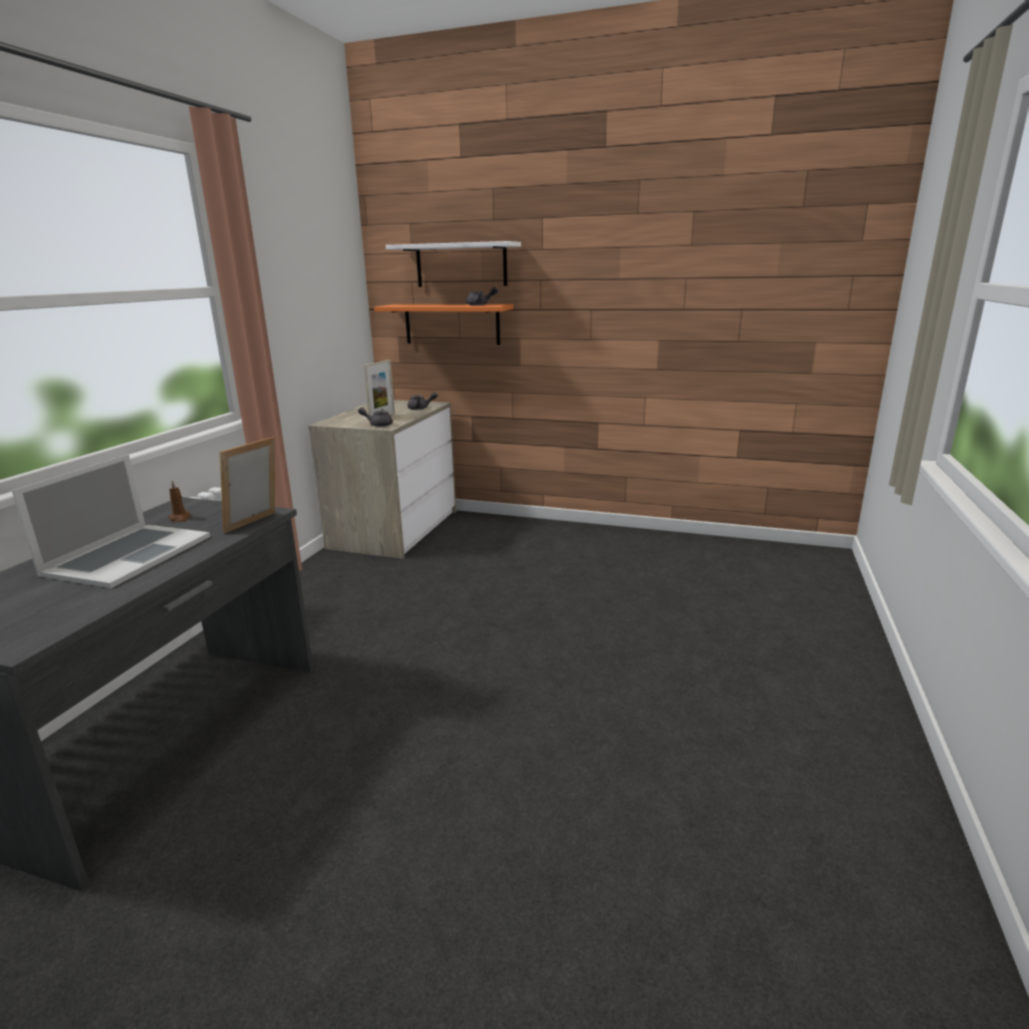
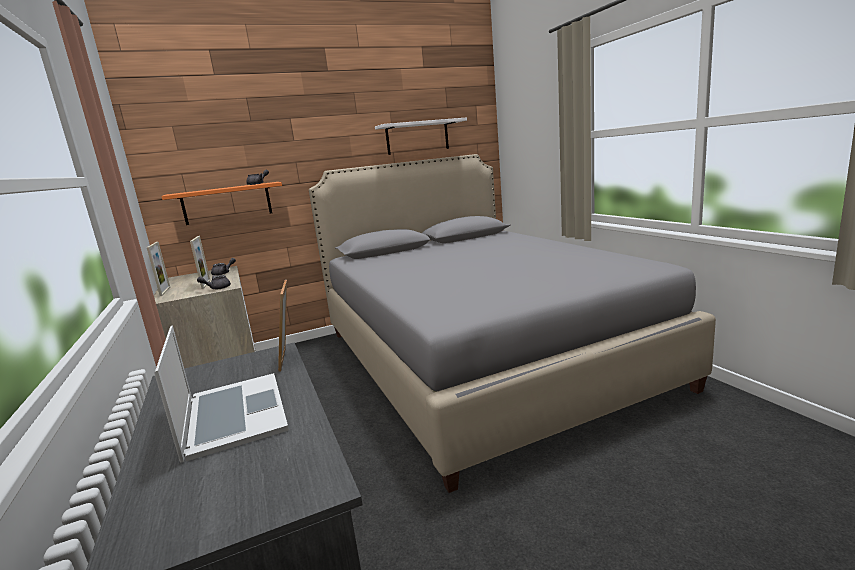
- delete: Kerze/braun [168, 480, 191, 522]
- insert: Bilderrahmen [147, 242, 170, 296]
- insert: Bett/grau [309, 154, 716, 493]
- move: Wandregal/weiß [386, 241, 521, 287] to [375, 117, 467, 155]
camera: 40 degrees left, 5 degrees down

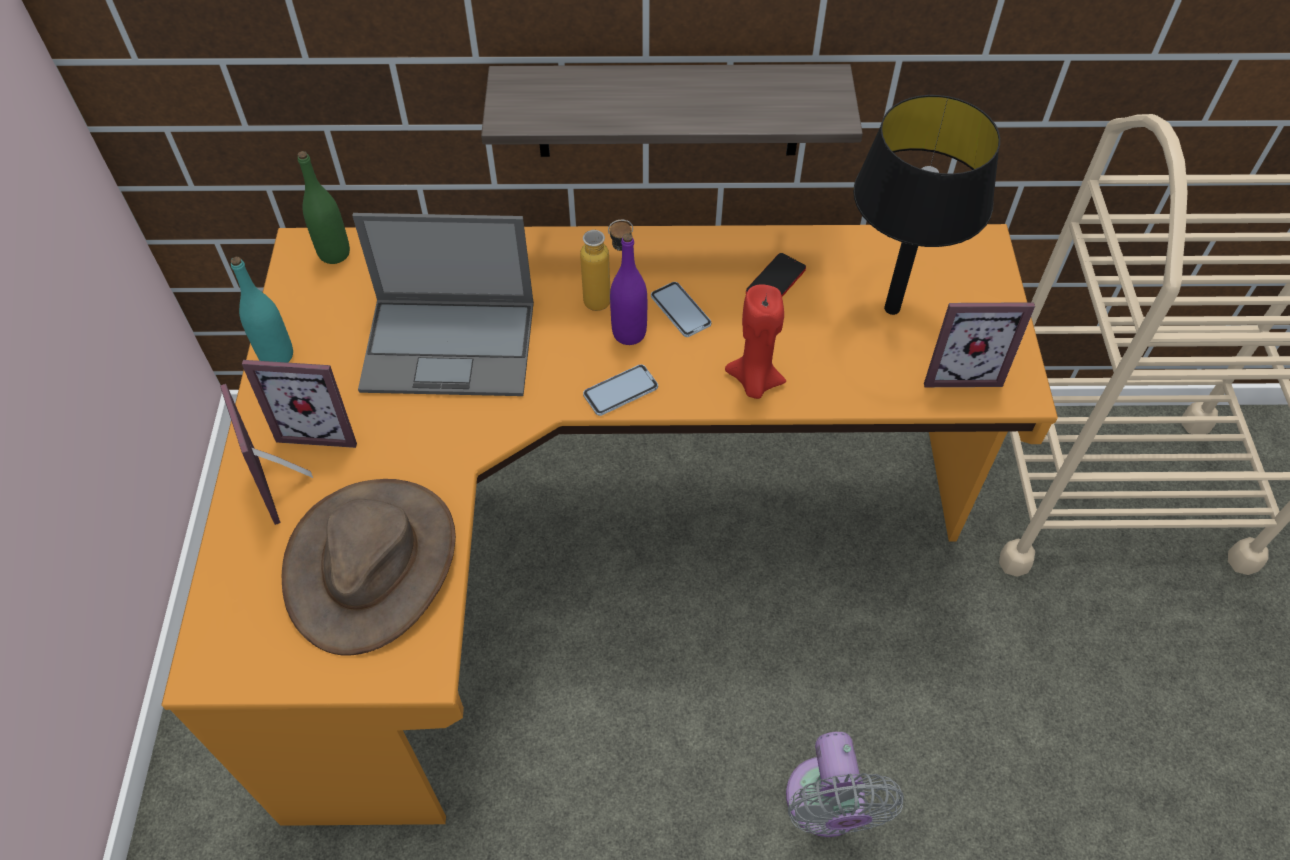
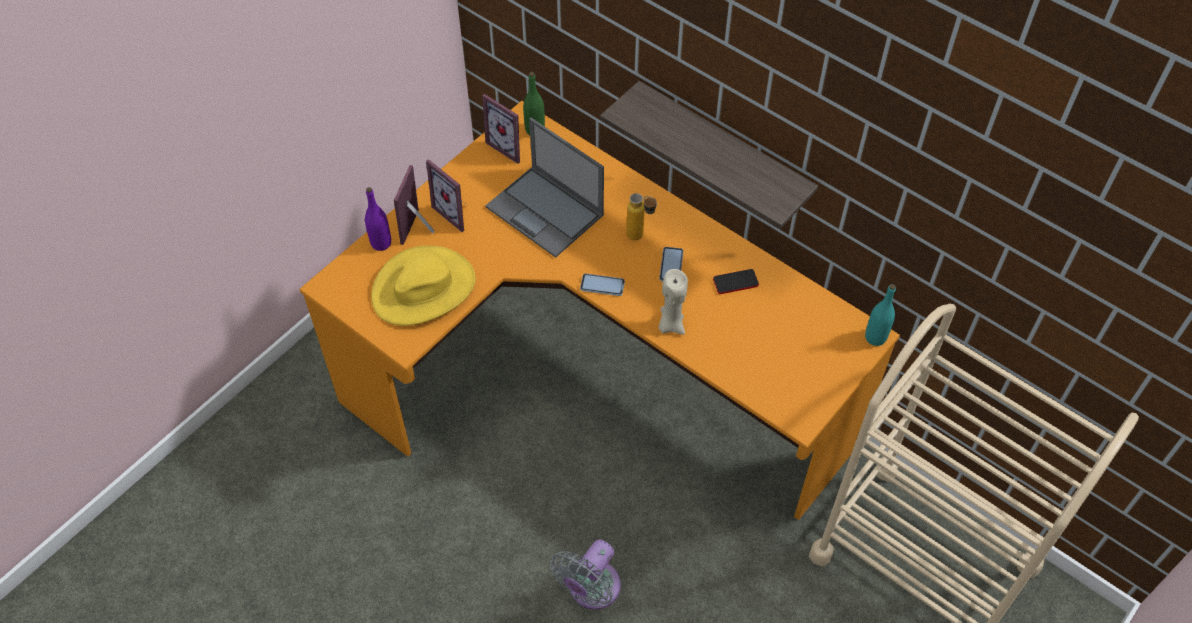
- delete: Tischlampe/schwarz [853, 95, 1000, 315]
- move: Flasche/türkis [231, 257, 293, 363] to [865, 284, 896, 346]
- move: Flasche/lila [610, 233, 647, 345] to [365, 187, 391, 251]
- move: Bilderrahmen [924, 302, 1035, 387] to [482, 94, 520, 164]
- recolor: Hut/braun [282, 479, 456, 656] to Hut/gelb [371, 245, 476, 326]
- recolor: Kerze/rot [725, 284, 786, 399] to Kerze/beige [659, 269, 688, 335]
camera: 40 degrees right, 0 degrees up

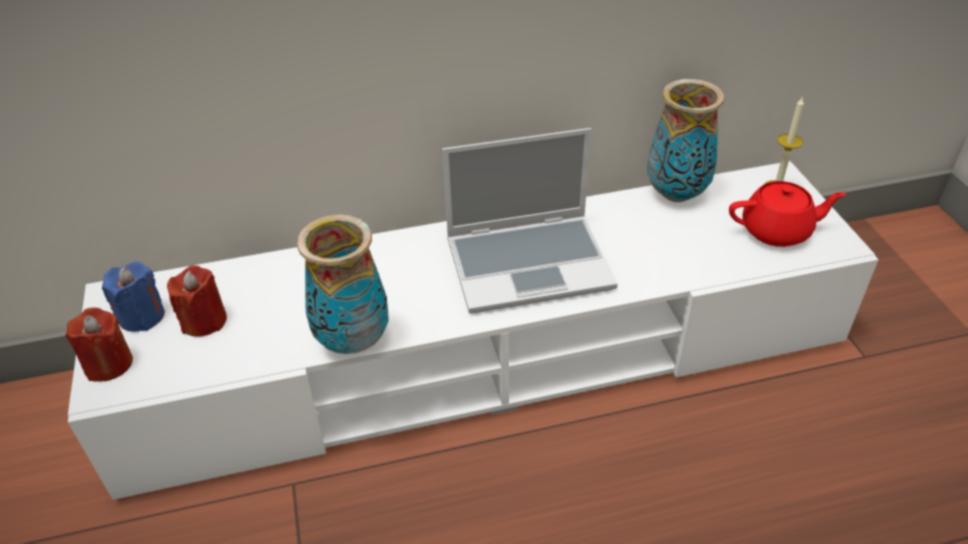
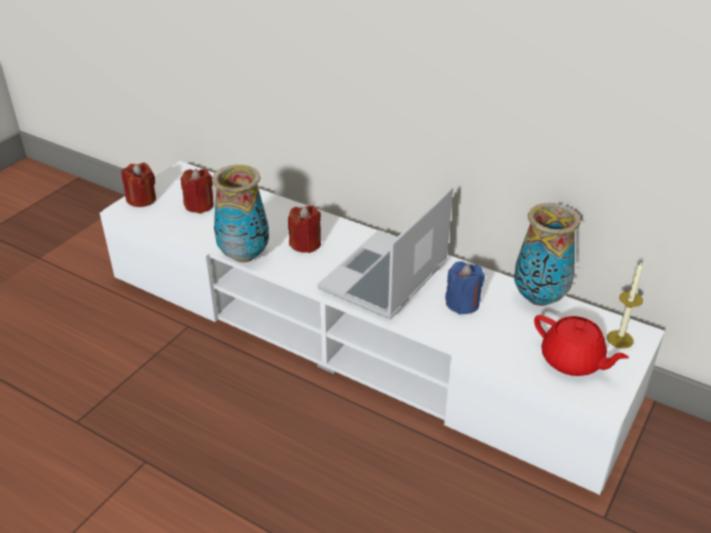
- insert: Kerze/rot [288, 205, 321, 253]
- move: Kerze/blau [102, 261, 165, 332] to [445, 261, 485, 314]
- rotate: Laptop [442, 128, 618, 313] = [317, 186, 453, 320] 90 degrees clockwise
camera: 45 degrees right, 5 degrees down

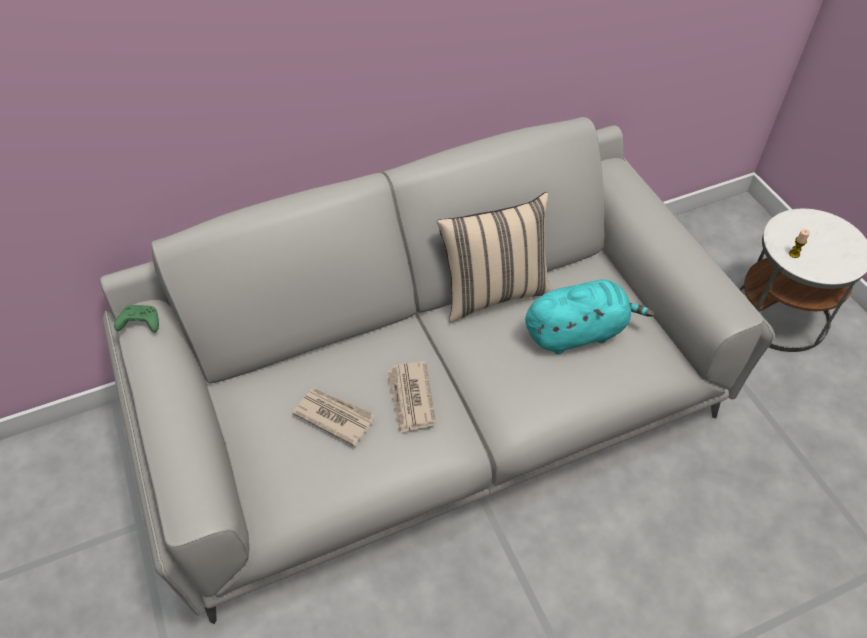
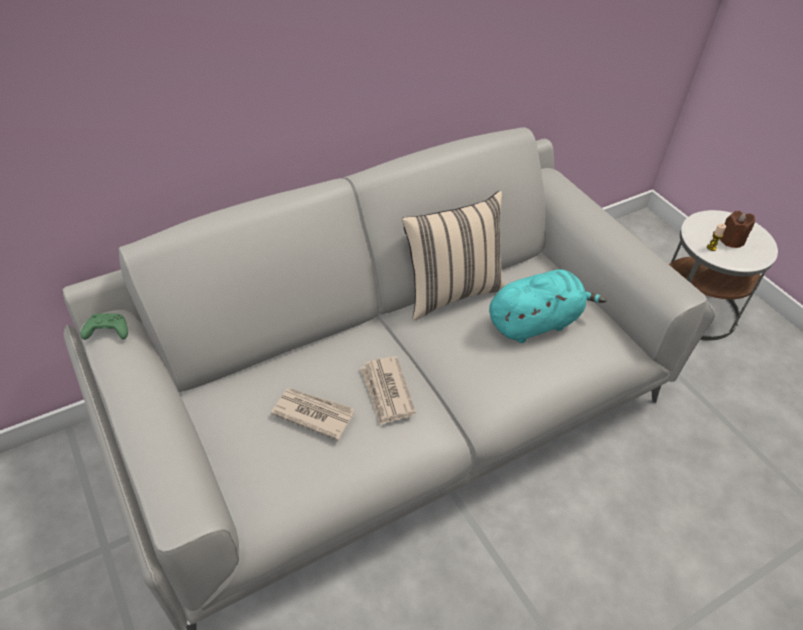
- insert: Kerze/braun [720, 211, 755, 248]
camera: 10 degrees left, 5 degrees down

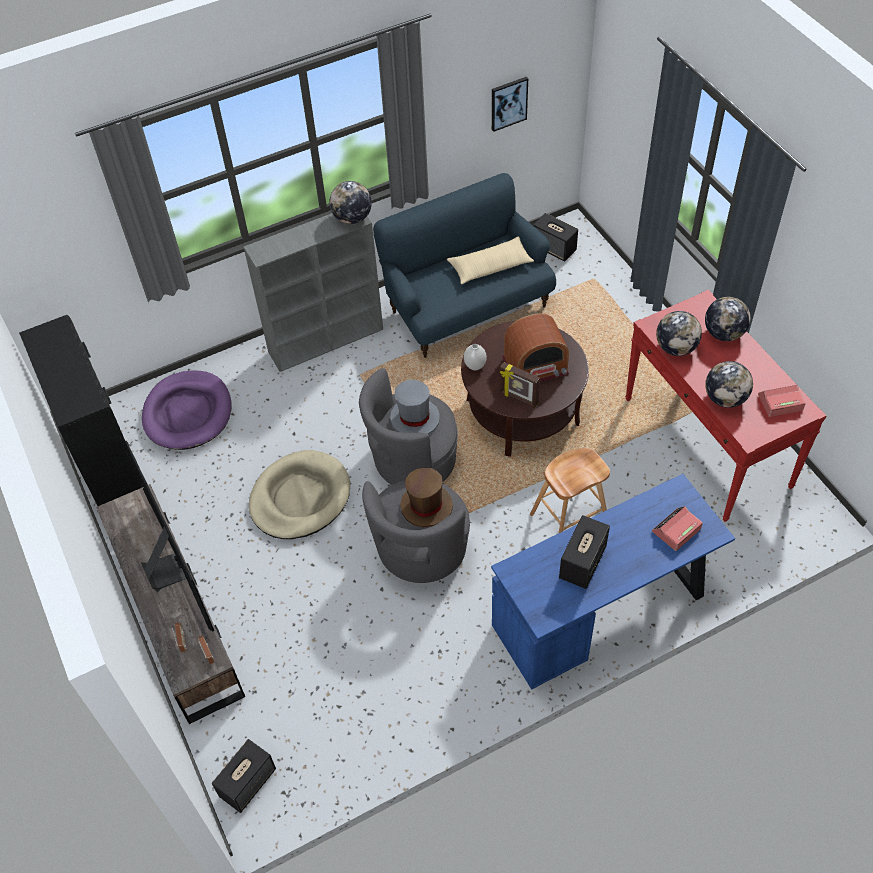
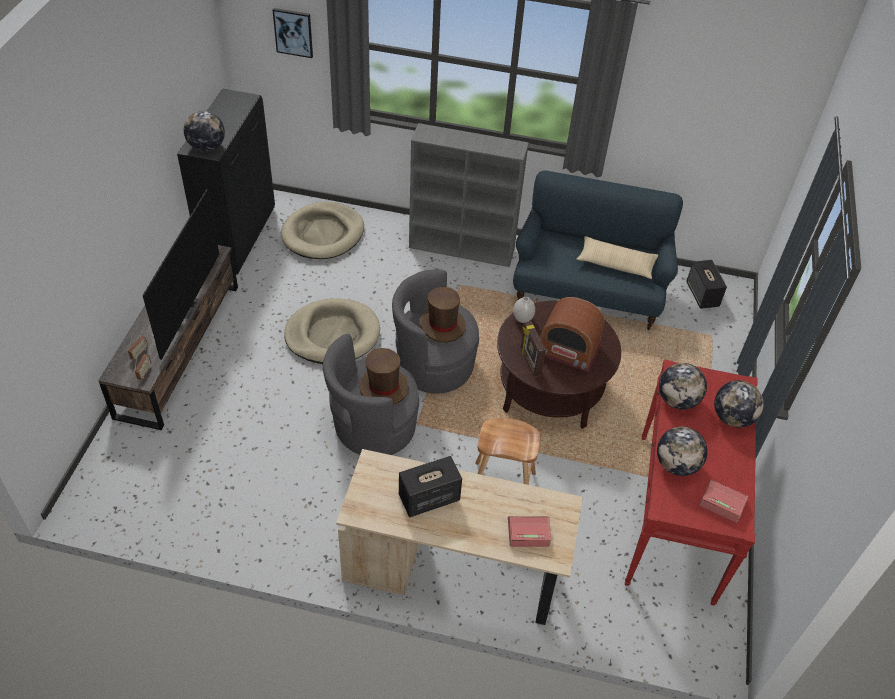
- delete: Lautsprecher [212, 739, 276, 813]
- move: Globus [329, 181, 372, 224] to [184, 111, 225, 152]
- move: Bild [492, 77, 528, 132] to [273, 8, 313, 58]
- recolor: Hundebett/lila [142, 371, 232, 450] to Hundebett/beige [281, 202, 364, 259]
- recolor: Hut/grau [390, 380, 440, 435] to Hut/braun [420, 287, 466, 343]
- recolor: Schreibtisch/blau [491, 474, 735, 690] to Schreibtisch/beige [336, 449, 583, 625]
camera: 35 degrees right, 5 degrees down

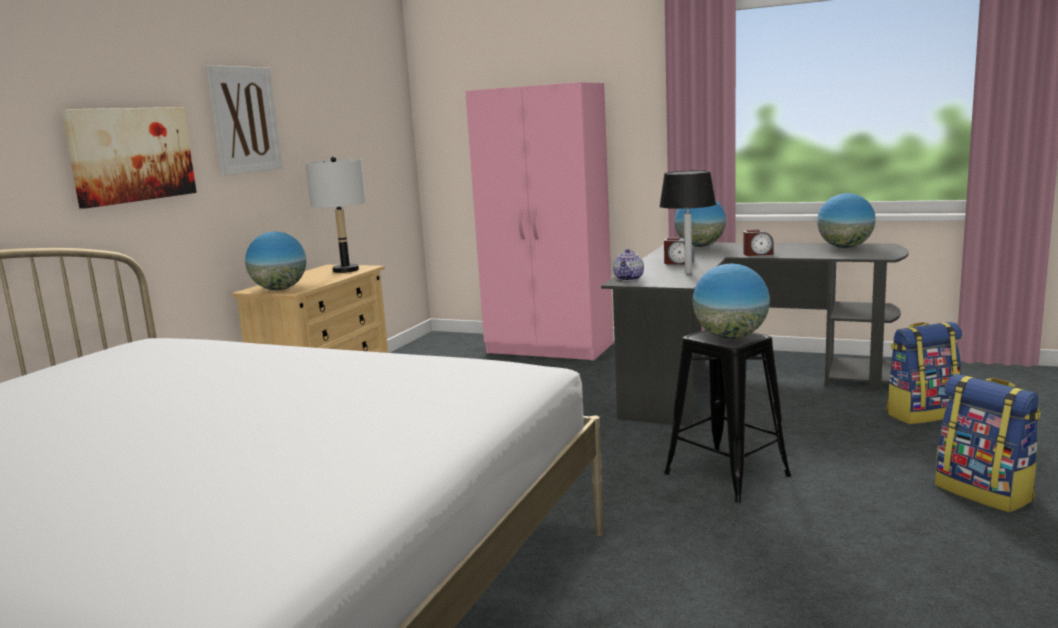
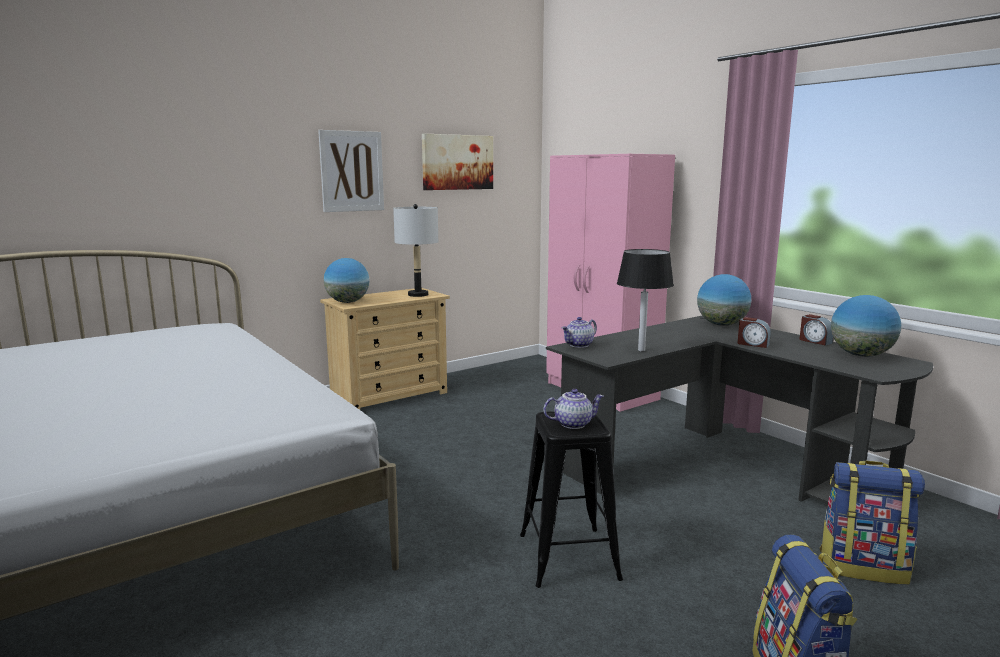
- move: Bild [61, 107, 197, 209] to [422, 134, 493, 190]
- move: Wecker [664, 237, 694, 264] to [800, 314, 833, 345]
- replace: Globus [693, 264, 770, 339] to Teekanne [543, 389, 604, 429]
camera: 30 degrees right, 0 degrees up

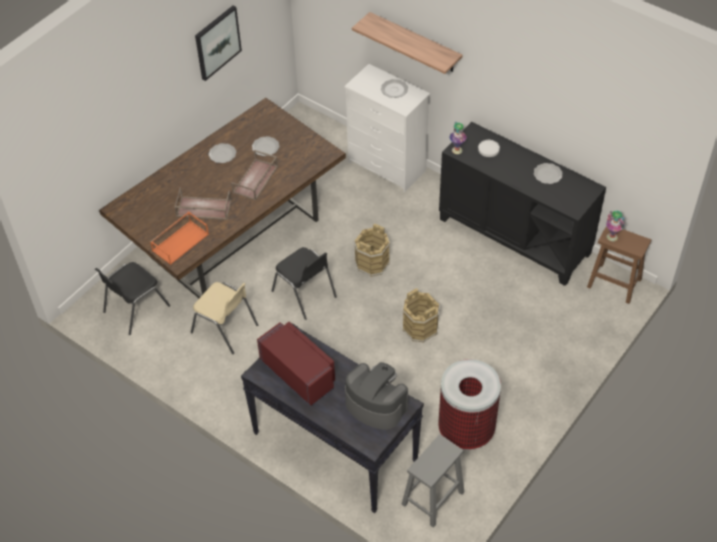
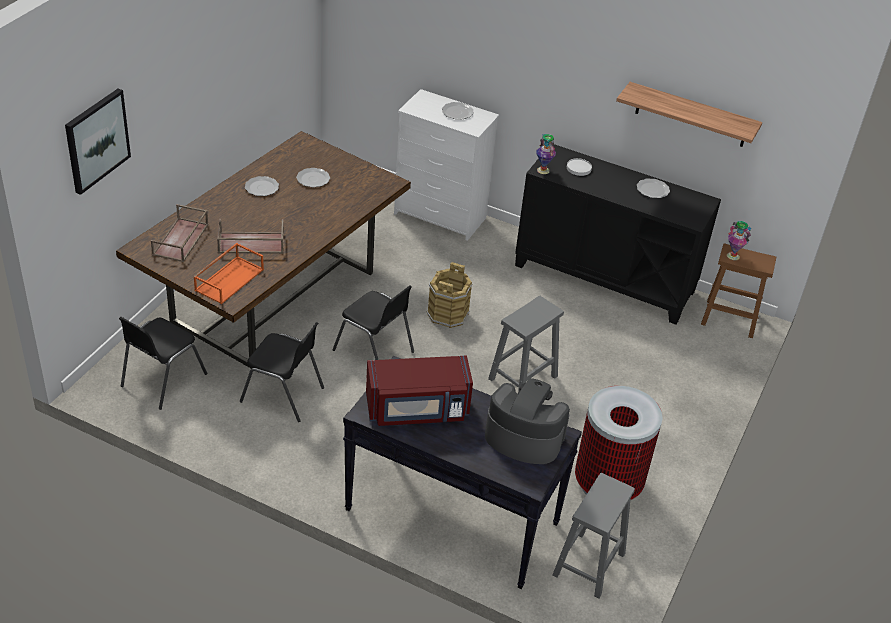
- move: Bild [195, 6, 242, 81] to [65, 89, 131, 195]
- move: Tablett/braun [231, 150, 278, 200] to [151, 204, 208, 262]
- move: Wandregal [352, 12, 463, 74] to [616, 82, 762, 147]
- replace: Eimer/braun [402, 288, 440, 343] to Hocker/grau [488, 296, 564, 394]
- recolor: Stuhl/beige [191, 282, 258, 354] to Stuhl/schwarz [240, 322, 324, 422]
- rotate: Mikrowelle/rot [257, 322, 335, 406] = [366, 356, 473, 426] 135 degrees clockwise
camera: 15 degrees left, 10 degrees down

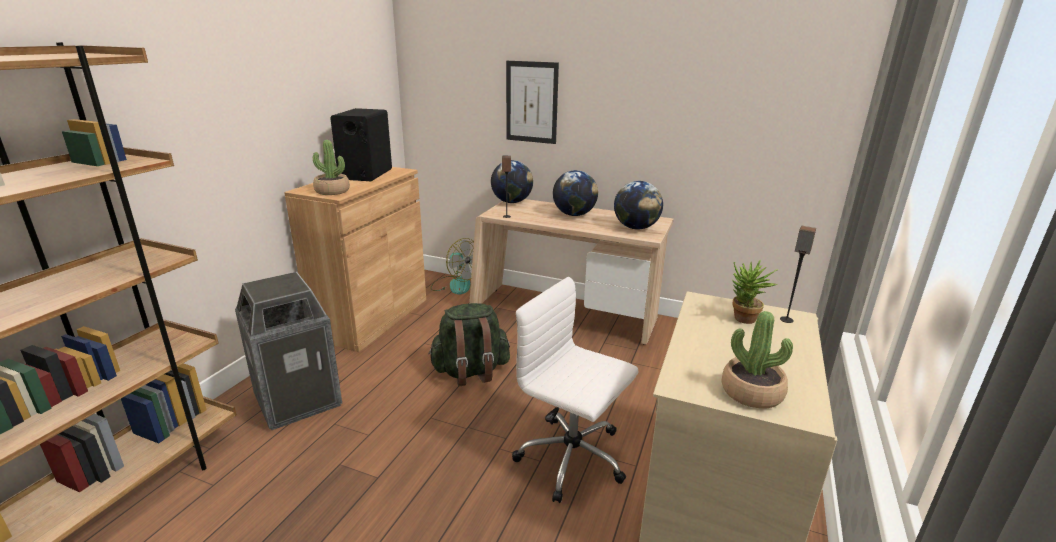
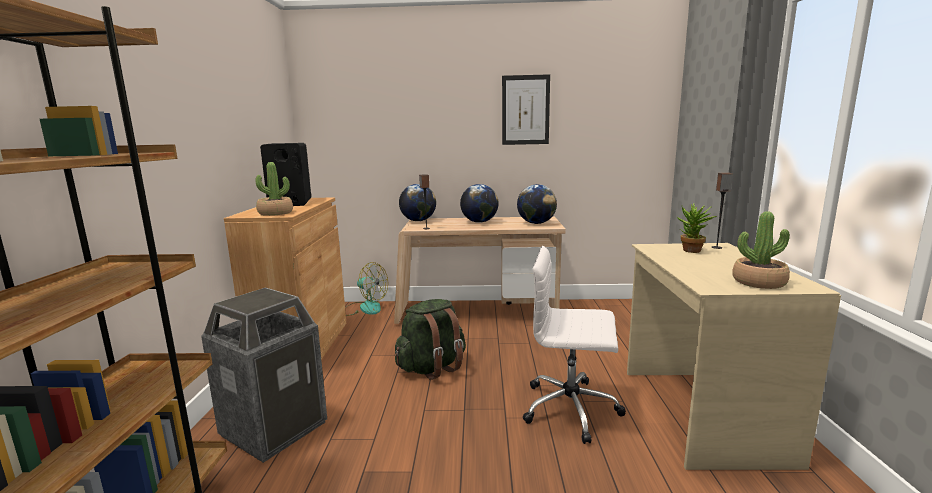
- move: Bild [506, 61, 559, 144] to [502, 74, 550, 145]
camera: 20 degrees left, 10 degrees down

